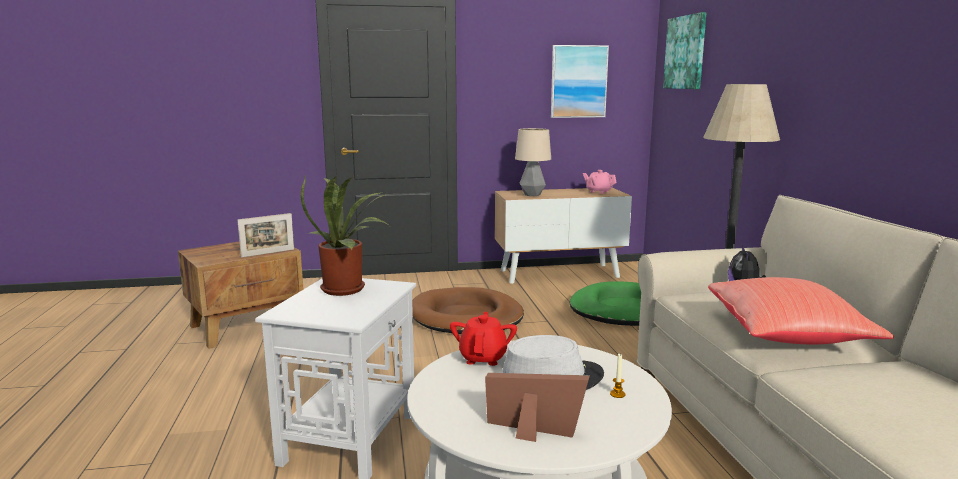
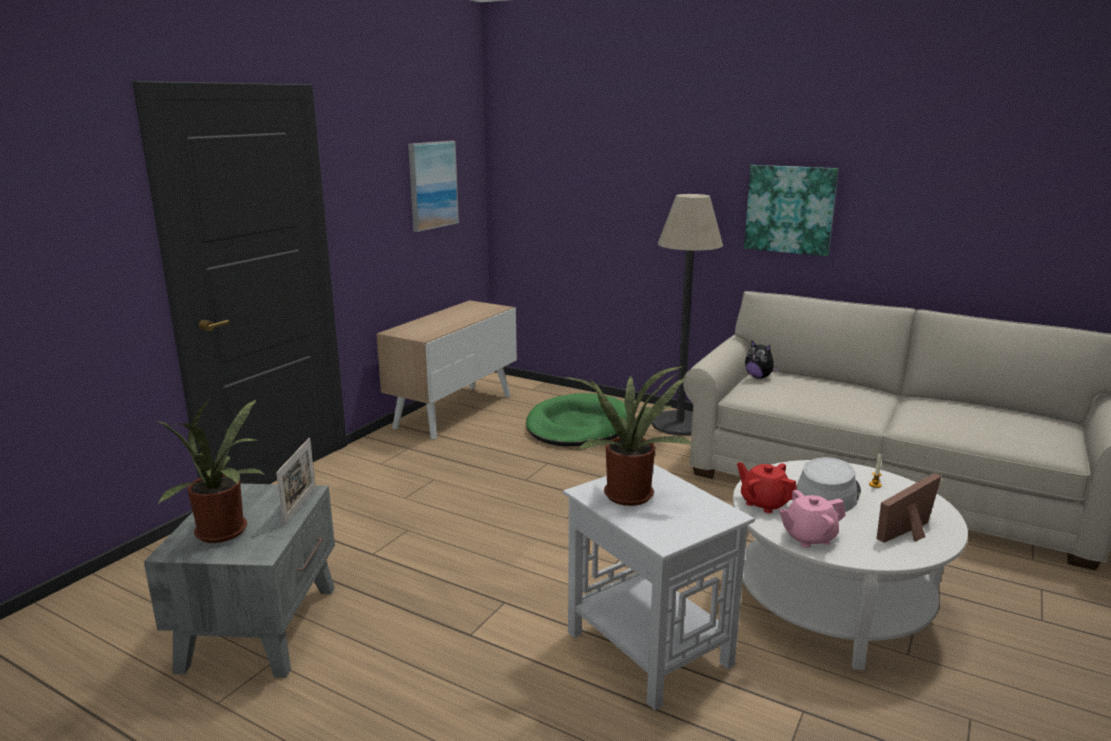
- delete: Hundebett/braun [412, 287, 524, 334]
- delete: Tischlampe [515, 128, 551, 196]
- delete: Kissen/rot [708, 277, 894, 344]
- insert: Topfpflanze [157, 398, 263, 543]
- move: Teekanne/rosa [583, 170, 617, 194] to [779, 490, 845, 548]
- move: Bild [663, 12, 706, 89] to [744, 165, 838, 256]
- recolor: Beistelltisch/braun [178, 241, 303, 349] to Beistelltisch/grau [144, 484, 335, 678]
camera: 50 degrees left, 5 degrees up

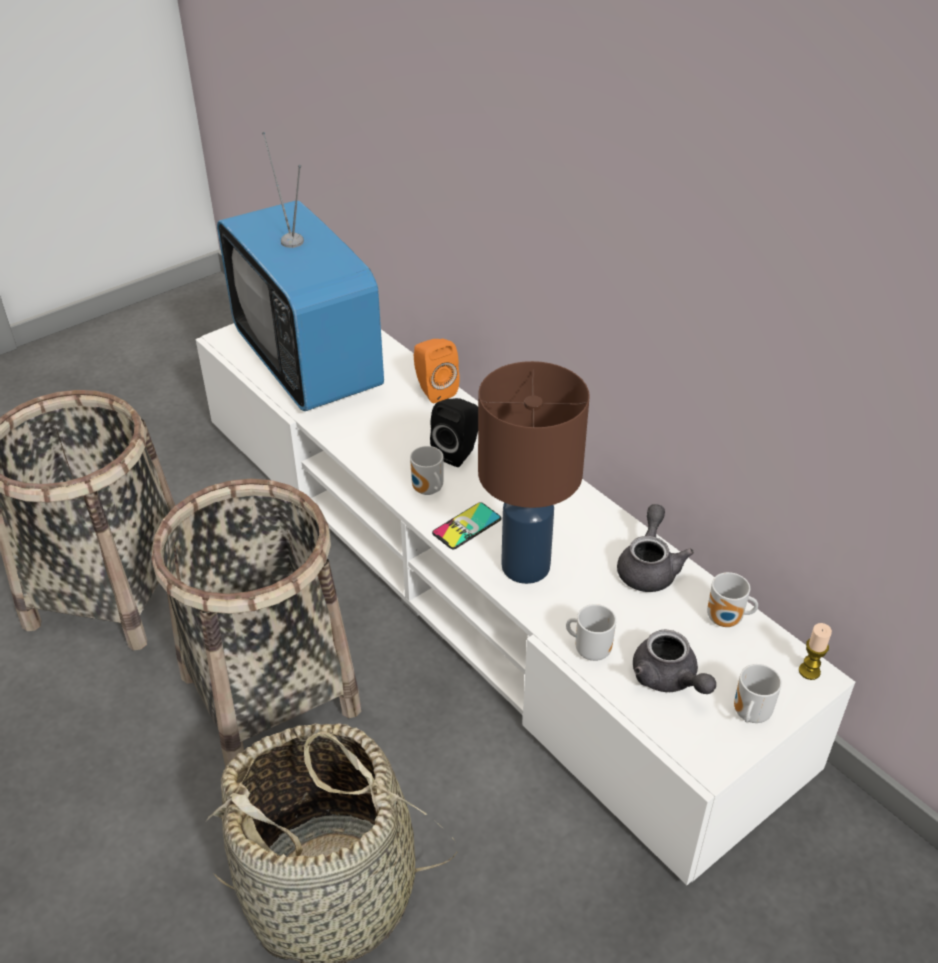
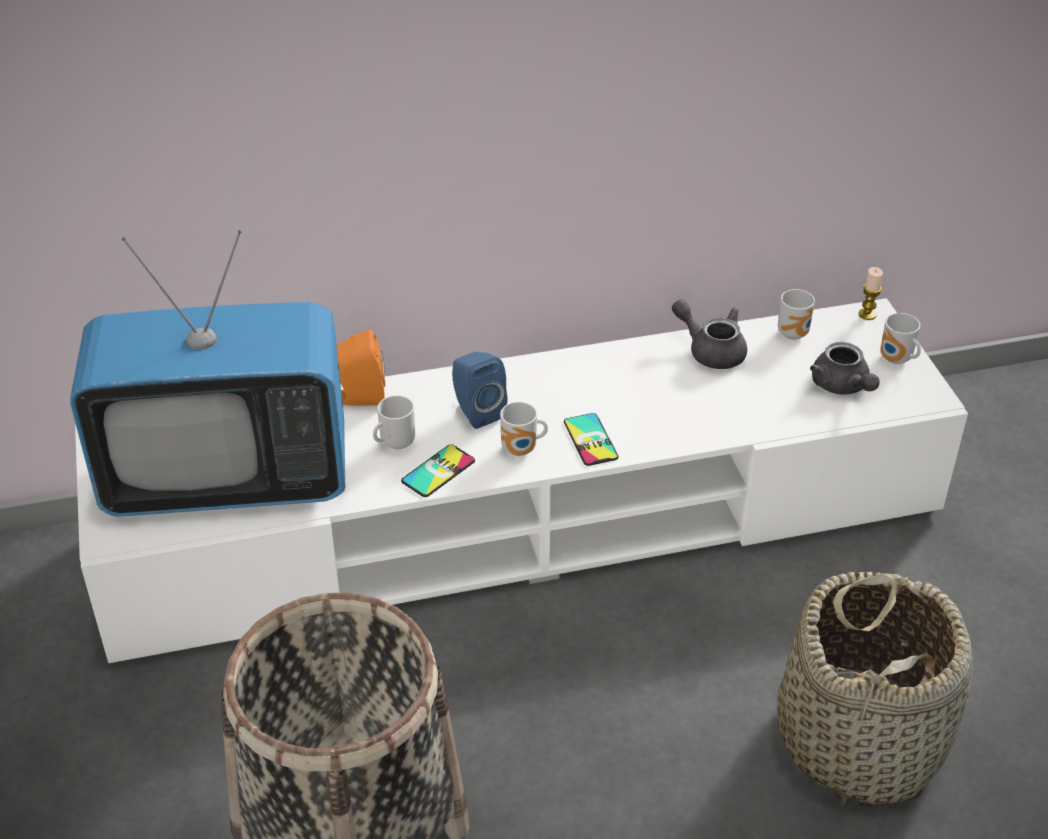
- delete: Korb [152, 479, 361, 768]
- delete: Tischlampe/braun [478, 361, 590, 584]
- insert: Handy [401, 444, 475, 497]
- move: Henkelbecher [566, 604, 616, 661] to [373, 395, 415, 449]
- recolor: Lautsprecher/schwarz [430, 398, 478, 467] to Lautsprecher/blau [452, 352, 507, 429]
- rotate: Teekanne/grau [633, 629, 716, 694] = [810, 342, 880, 395] 75 degrees clockwise
camera: 65 degrees left, 0 degrees up

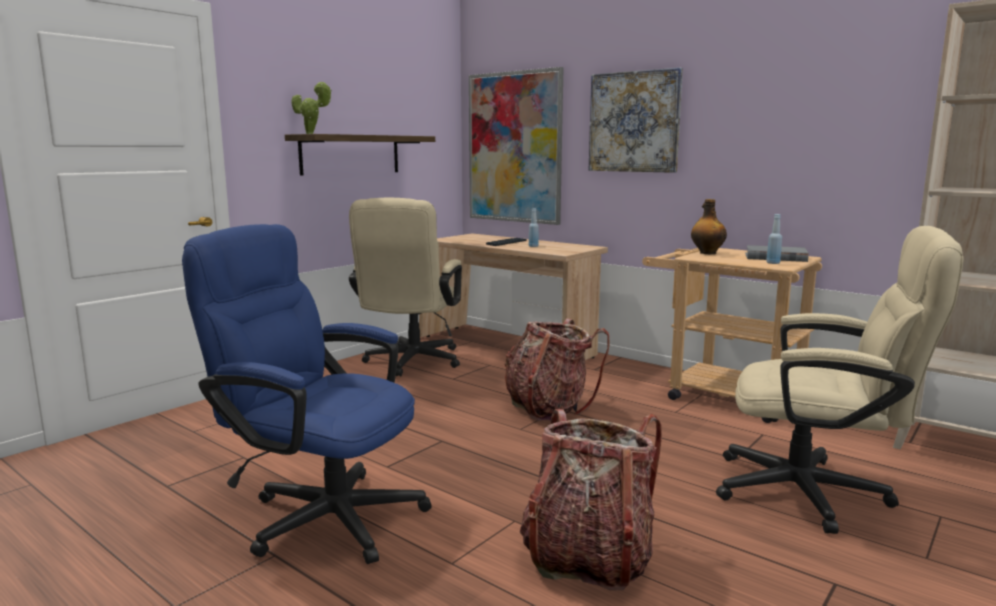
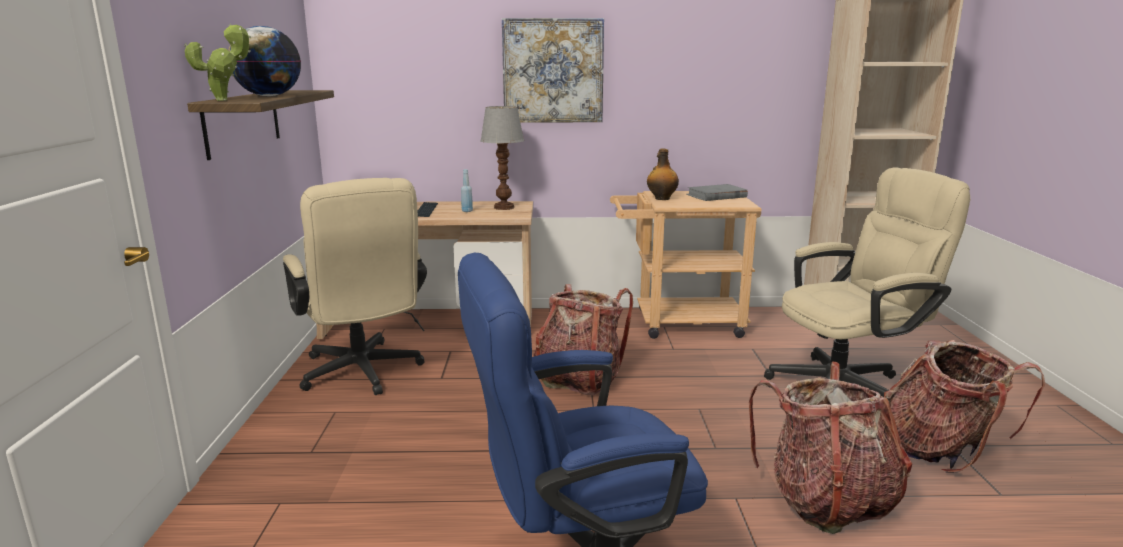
- delete: Bild [469, 67, 564, 225]
- delete: Flasche/blau [766, 214, 782, 264]
- insert: Globus [228, 26, 301, 96]
- insert: Tischlampe [480, 106, 524, 210]
- insert: Rucksack [884, 340, 1045, 473]
camera: 40 degrees left, 5 degrees up

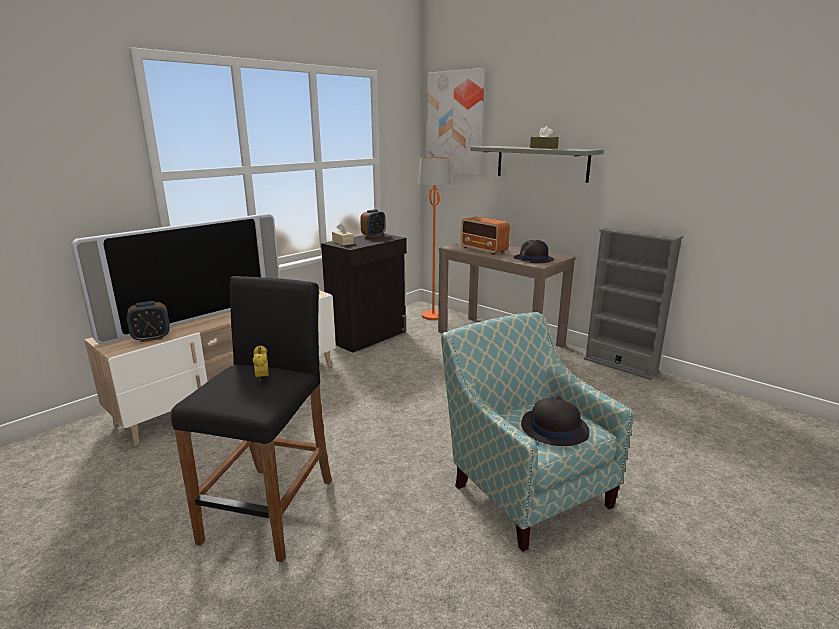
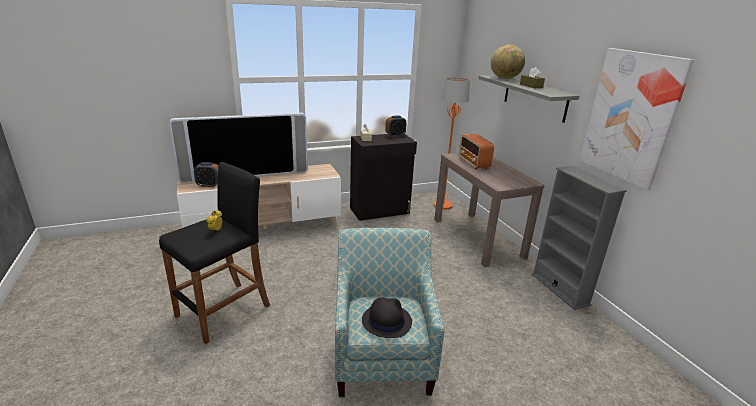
- delete: Hut/schwarz [514, 240, 554, 263]
- insert: Globus [491, 44, 525, 79]
- move: Bild [426, 68, 485, 176] to [580, 48, 694, 190]
camera: 25 degrees right, 5 degrees up

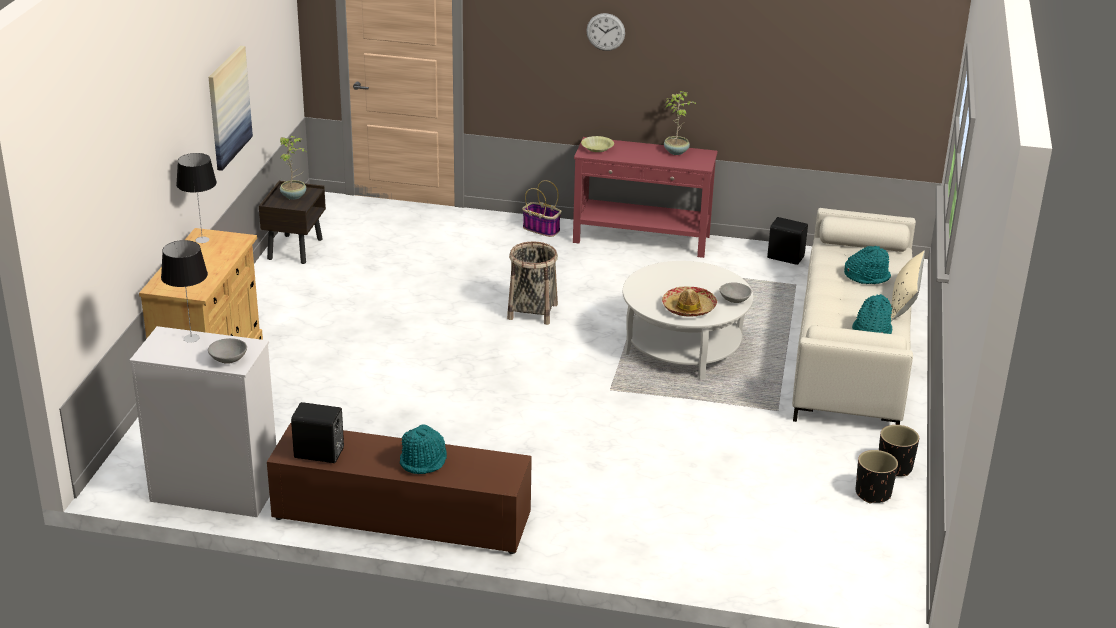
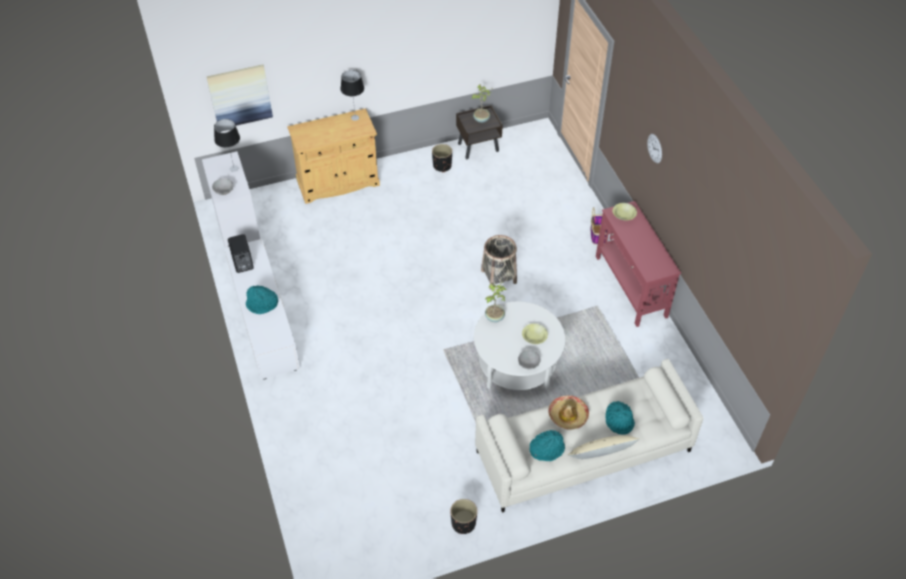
- delete: Lautsprecher/schwarz [767, 217, 808, 265]
- insert: Schüssel/gelb [522, 323, 548, 344]
- move: Bild [209, 46, 253, 171] to [207, 64, 273, 126]
- move: Hut [662, 286, 717, 317] to [548, 396, 589, 430]
- move: Topfpflanze [664, 91, 697, 155] to [485, 282, 507, 322]
- move: Pflanzkübel/schwarz [856, 450, 898, 504] to [432, 144, 452, 172]
- recolor: Fernsehschrank/braun [267, 423, 532, 554] to Fernsehschrank/weiß [224, 239, 300, 380]
camera: 60 degrees right, 20 degrees up

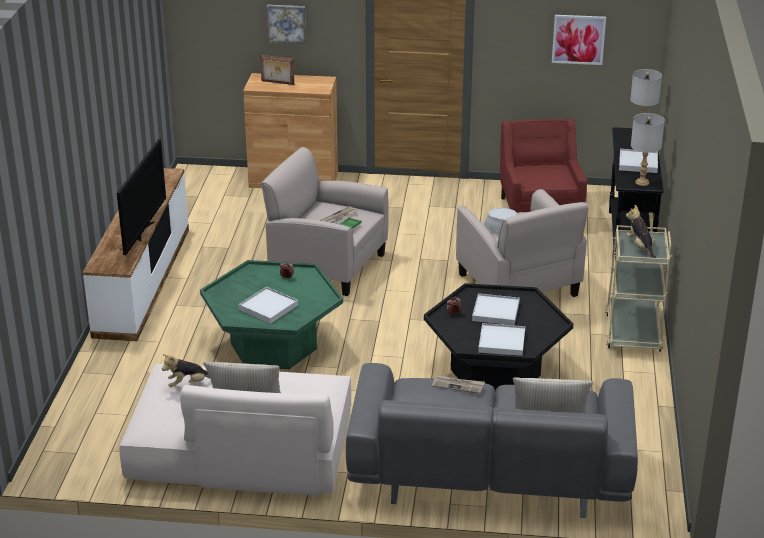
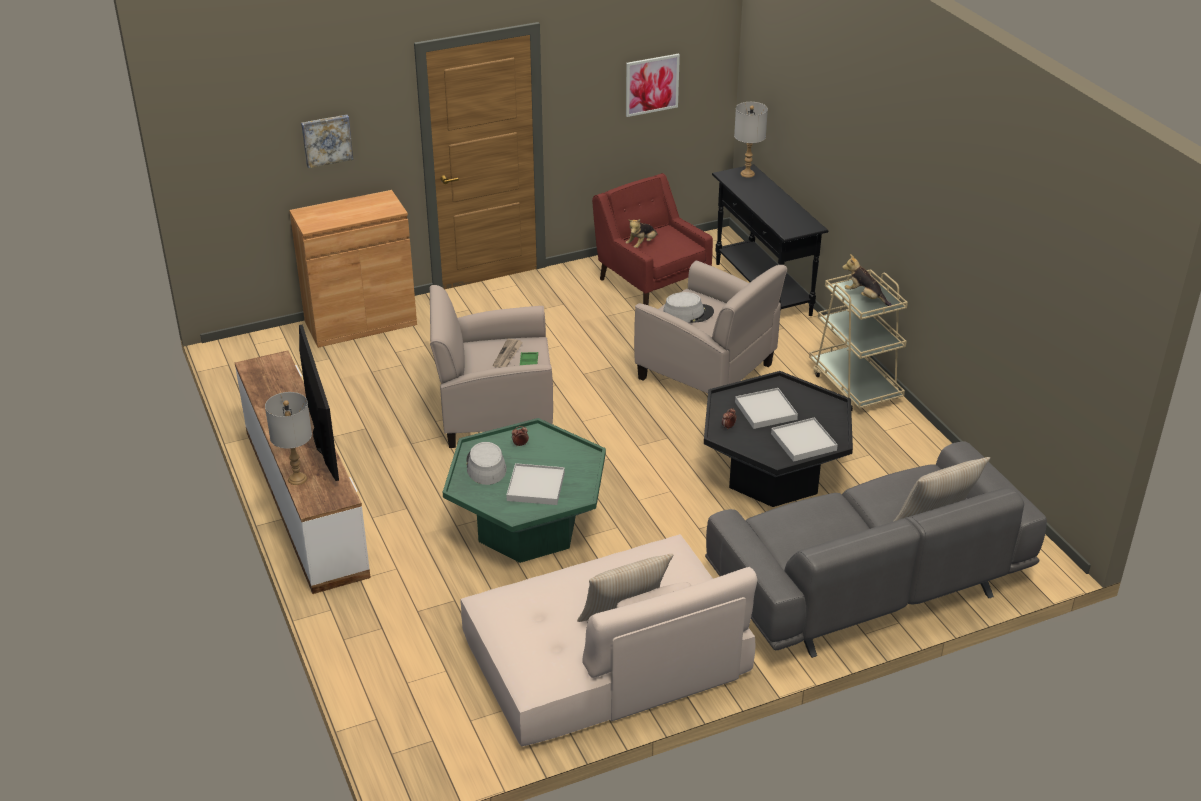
- delete: Bilderrahmen [260, 55, 294, 85]
- delete: Zeitung [432, 375, 485, 394]
- delete: Tablett/weiß [619, 149, 658, 173]
- insert: Hut/grau [466, 442, 506, 485]
- move: Plüschtier [162, 354, 210, 387] to [625, 219, 658, 248]
- move: Tischlampe/grau [631, 113, 665, 186] to [265, 392, 312, 485]
camera: 30 degrees left, 5 degrees up

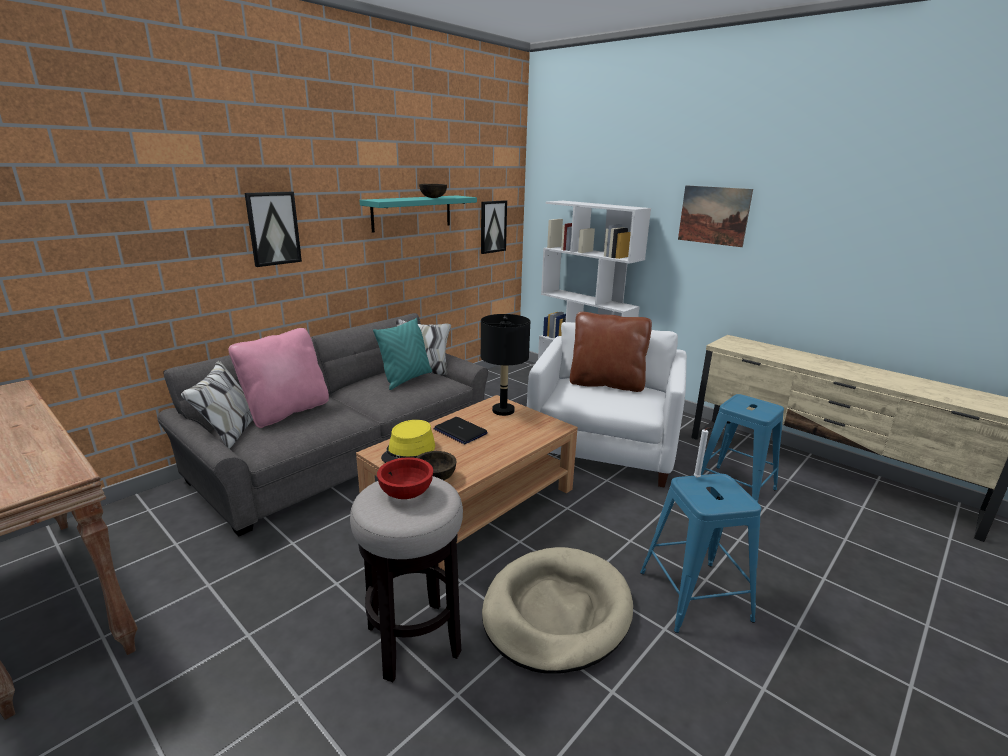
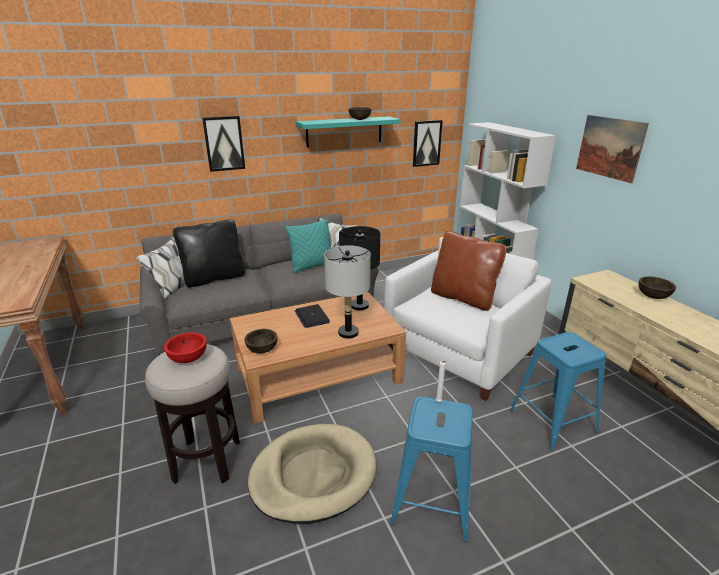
- delete: Hut/gelb [381, 420, 435, 463]
- insert: Tischlampe/grau [324, 245, 371, 339]
- insert: Schüssel/braun [639, 277, 676, 299]
- recolor: Kissen/rosa [228, 328, 329, 428] to Kissen/schwarz [173, 219, 246, 288]
camera: 25 degrees right, 5 degrees up

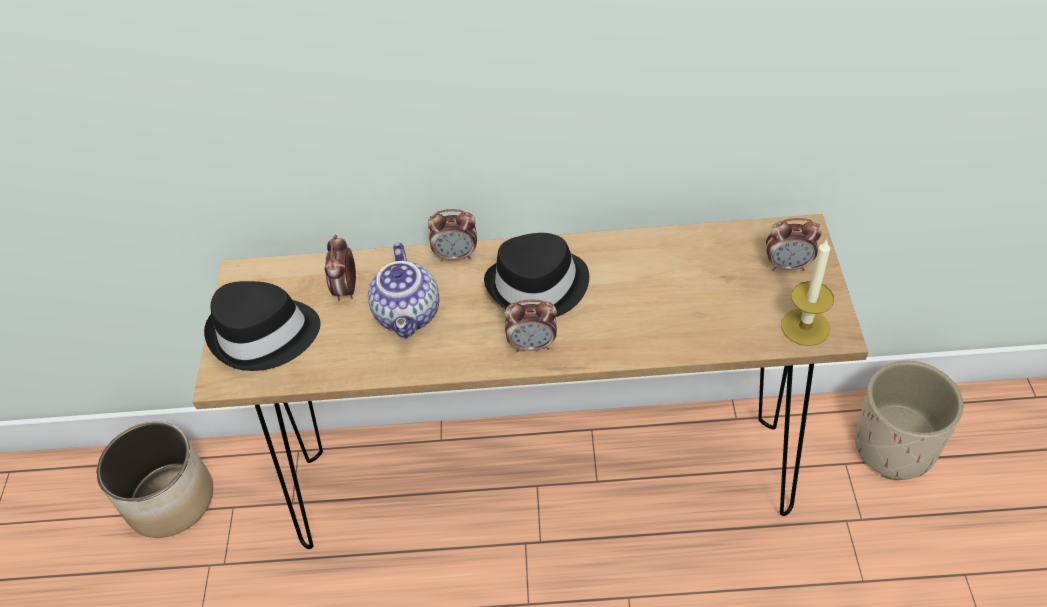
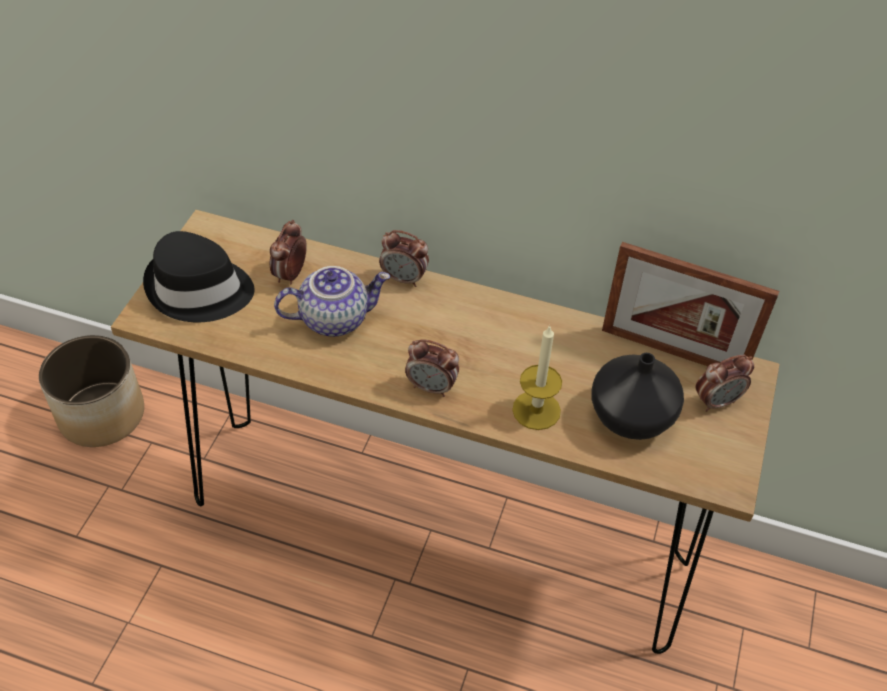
- delete: Hut/schwarz [484, 233, 589, 317]
- delete: Pflanzkübel/beige [855, 361, 963, 480]
- insert: Vase/schwarz [591, 353, 684, 440]
- insert: Bilderrahmen [602, 242, 779, 366]
- move: Kerze [781, 239, 834, 346] to [513, 325, 562, 430]
- rotate: Teekanne [368, 243, 439, 338] = [274, 266, 391, 337] 120 degrees counterclockwise
- rotate: Wecker [766, 218, 822, 271] = [695, 354, 754, 412] 45 degrees counterclockwise
camera: 15 degrees right, 0 degrees up

